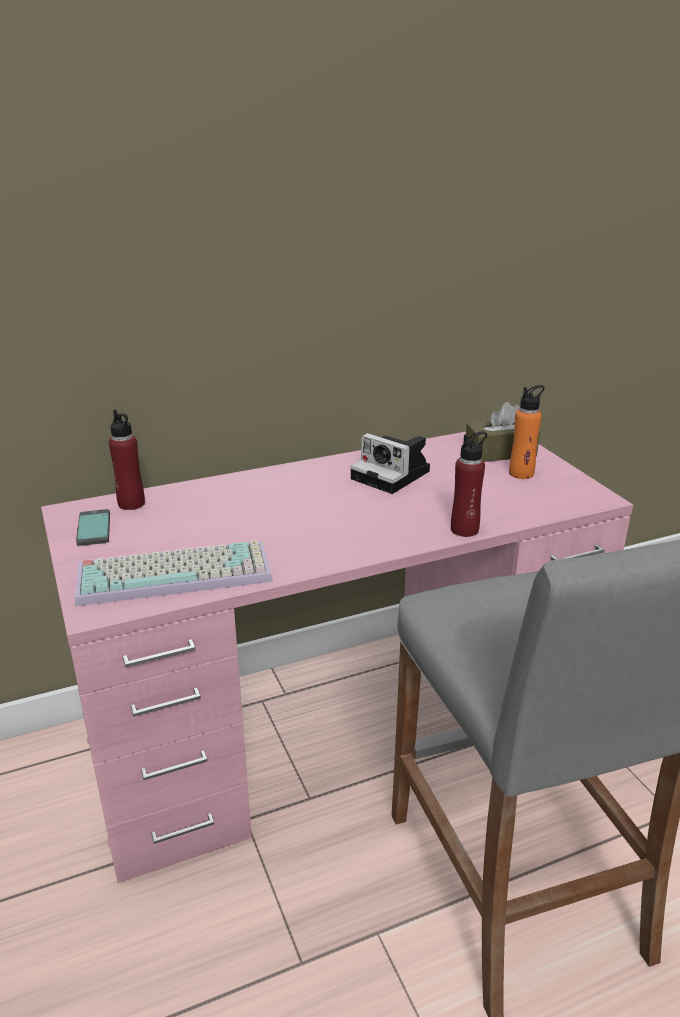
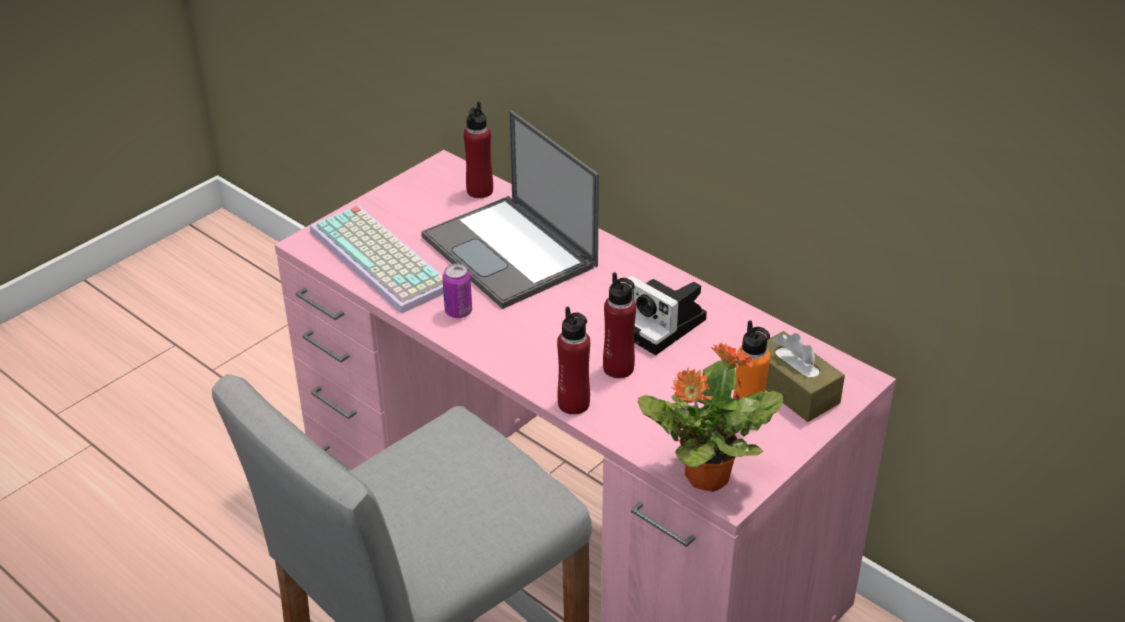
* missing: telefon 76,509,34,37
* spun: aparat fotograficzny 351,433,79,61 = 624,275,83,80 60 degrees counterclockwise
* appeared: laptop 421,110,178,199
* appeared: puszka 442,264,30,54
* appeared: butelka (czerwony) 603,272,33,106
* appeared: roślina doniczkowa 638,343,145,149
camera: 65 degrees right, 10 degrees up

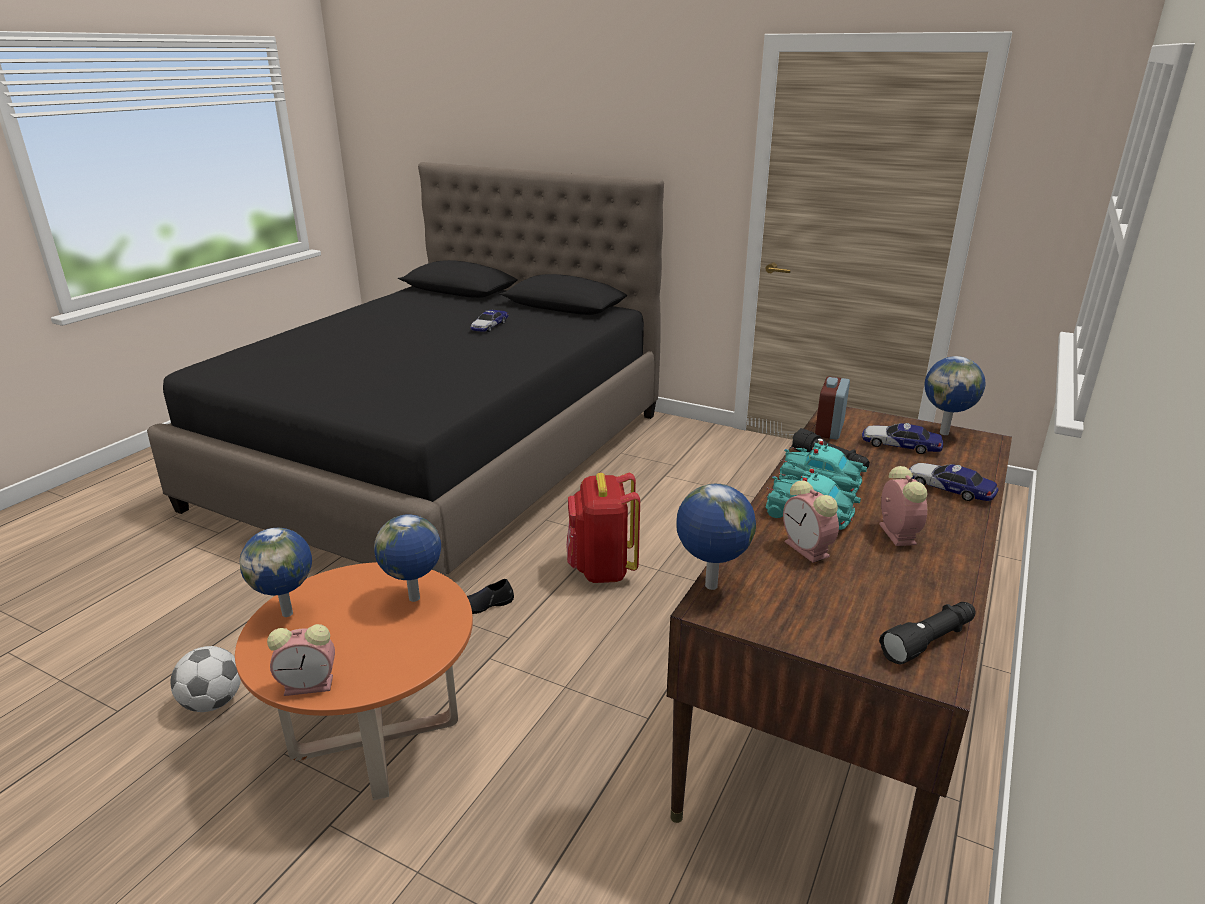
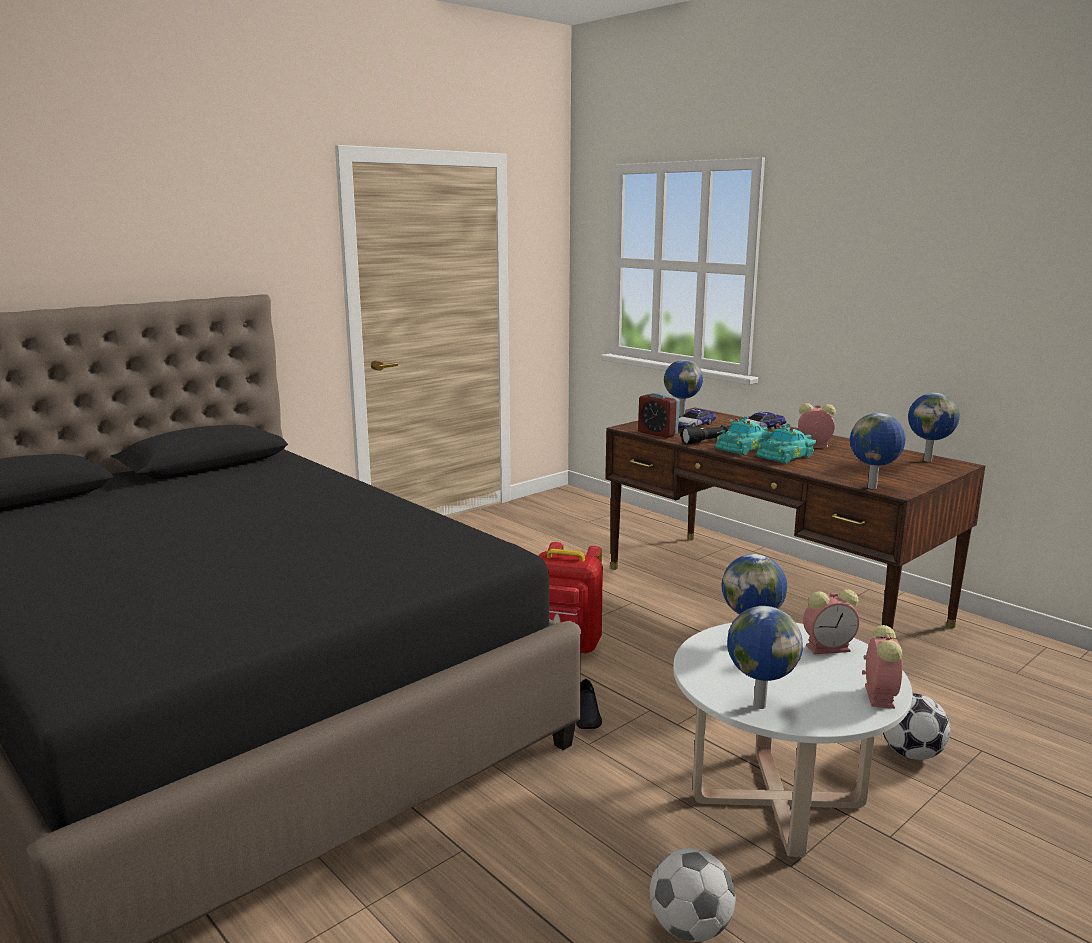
* colour: ława (pomarańczowy) 235,562,238,239 to ława (biały) 673,623,239,234
* missing: samochodzik 470,310,39,22
* relocated: budzik 783,481,56,82 to 803,590,56,65
* exchanged: latarka (czarny) 879,602,96,63 to globus 908,393,52,69
* appeared: piłka futbolowa 883,693,67,67
camera: 70 degrees left, 10 degrees down

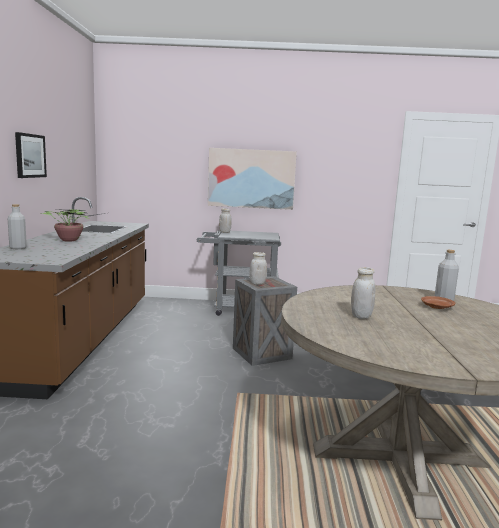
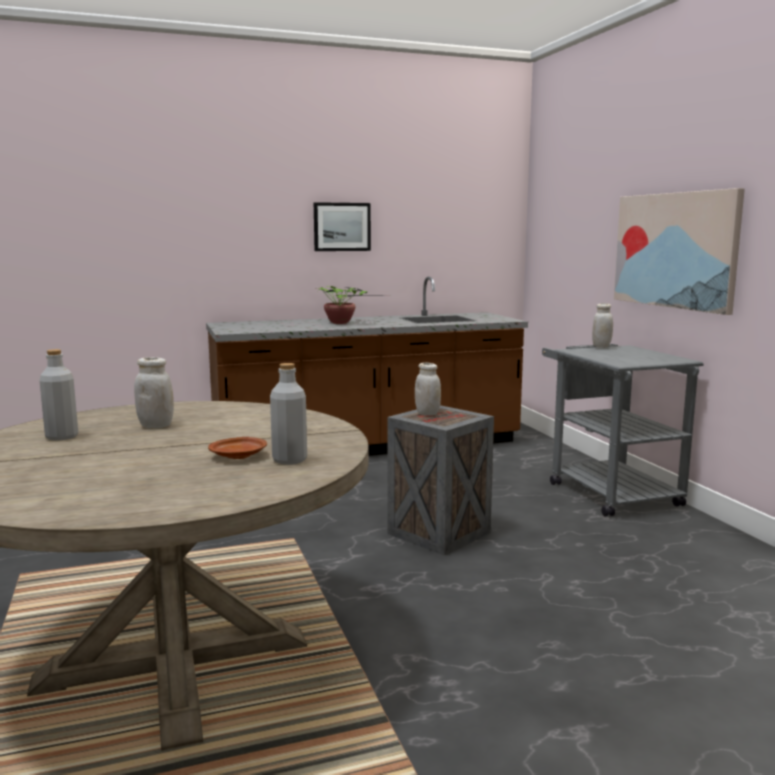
* relocated: butelka (szary) 8,204,19,45 to 40,349,38,92
camera: 70 degrees right, 0 degrees up

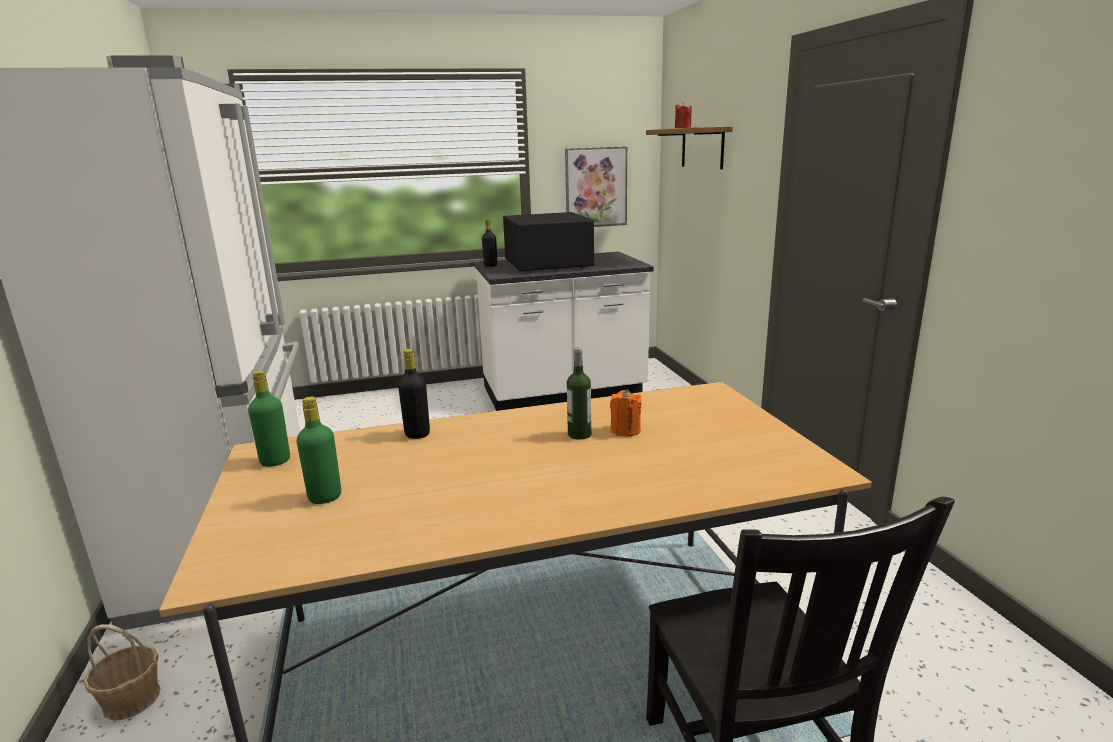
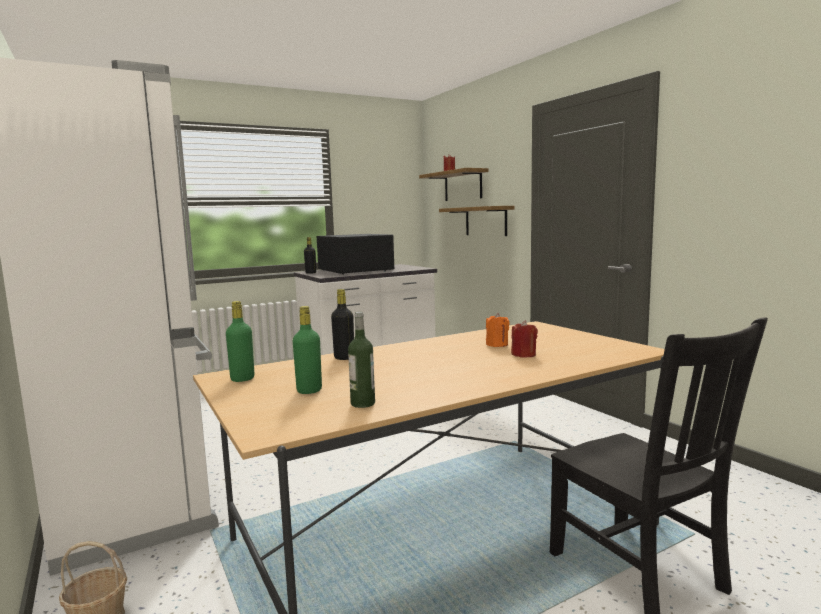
* missing: obraz 565,147,62,80
* relocated: butelka 567,348,24,92 to 348,312,27,96
* appeared: półka 439,206,76,30
* appeared: świeca (czerwony) 511,320,27,38
camera: 15 degrees left, 10 degrees down

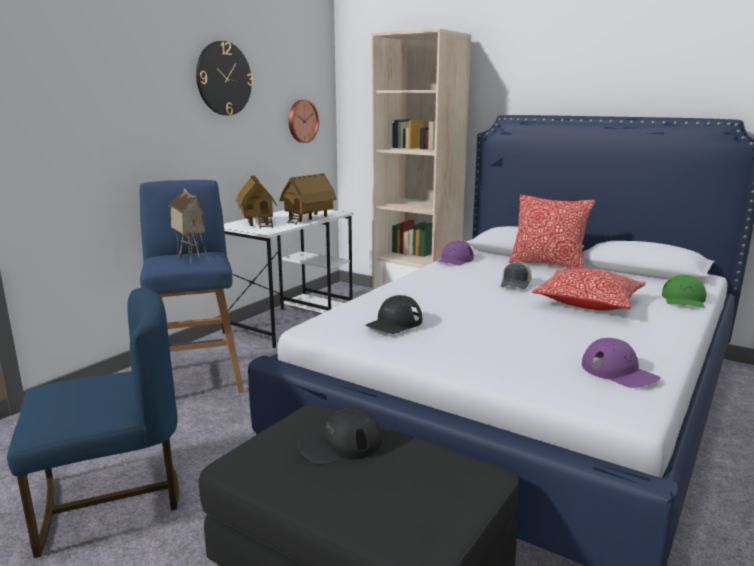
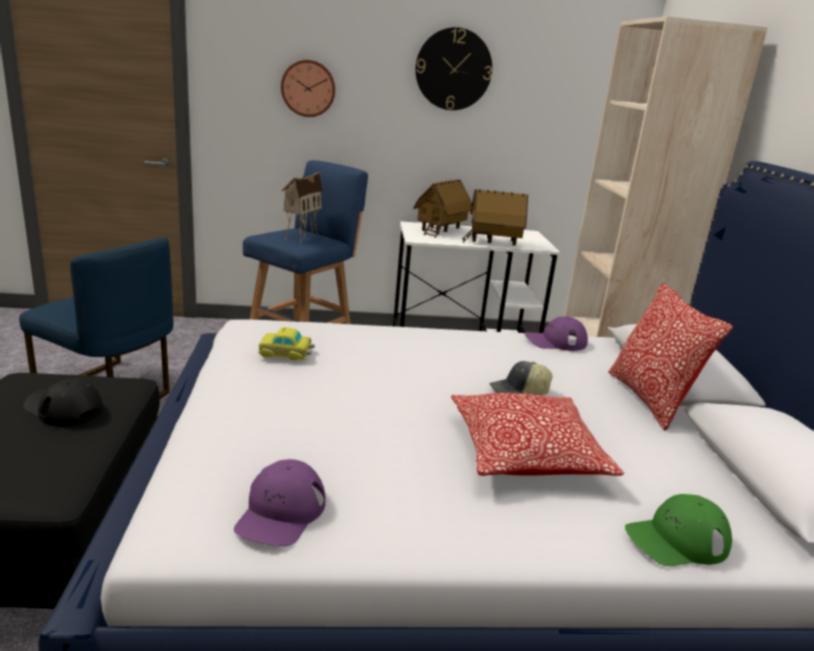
* relocated: zegar ścienny 288,100,31,43 to 281,60,54,57
* exchanged: czapka z daszkiem (czarny) 365,295,57,39 to samochodzik 258,327,57,33
camera: 50 degrees right, 5 degrees up

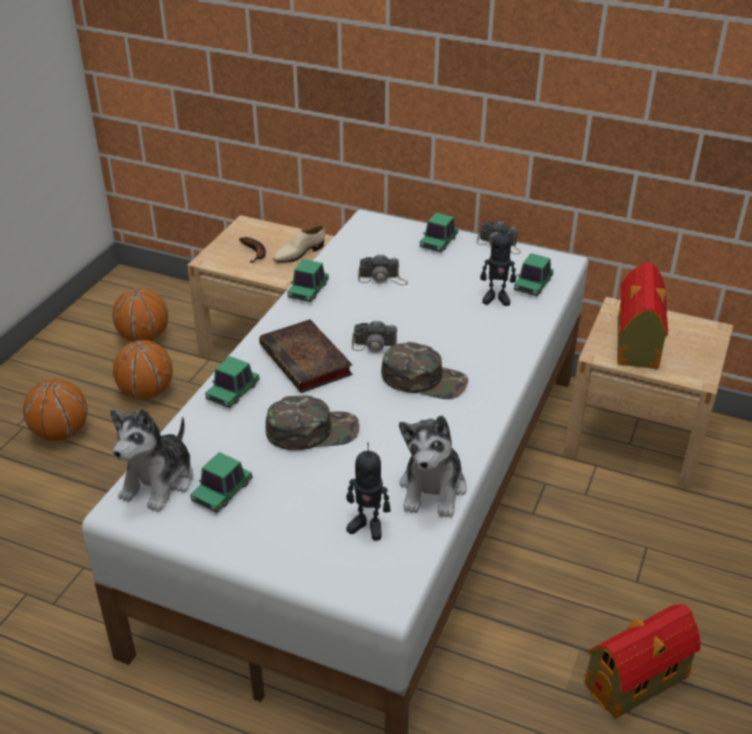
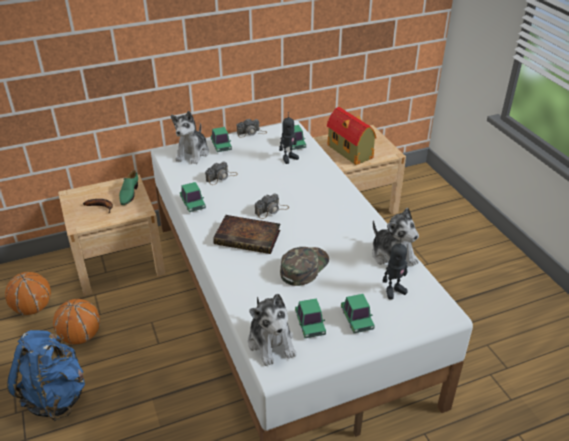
* exchanged: piłka do koszykówki 23,379,64,62 to plecak (niebieski) 7,330,78,92
* relocated: samochodzik 205,356,55,52 to 341,294,34,39
* colour: but (beżowy) 273,225,52,38 to but (zielony) 119,170,19,35
* missing: czapka z daszkiem (zielony) 381,342,87,57
* missing: domek 584,604,117,115
* appeared: pluszak 171,111,38,53
camera: 45 degrees left, 0 degrees up

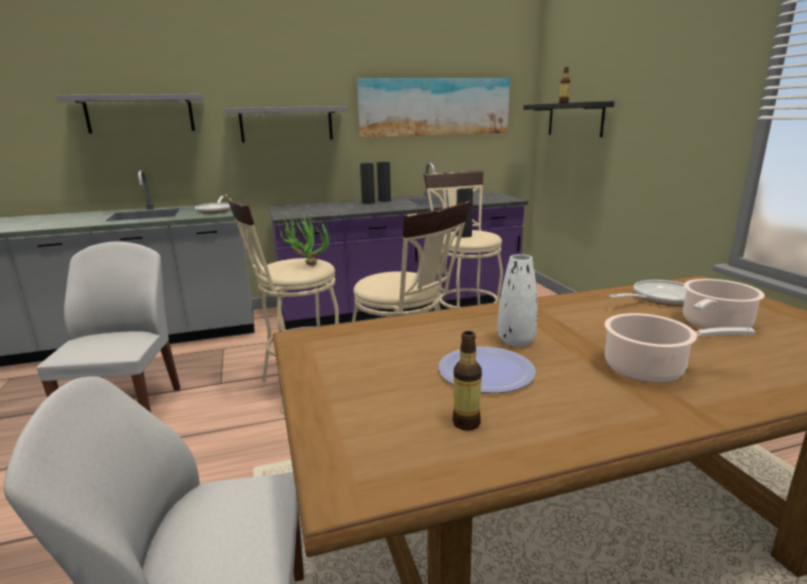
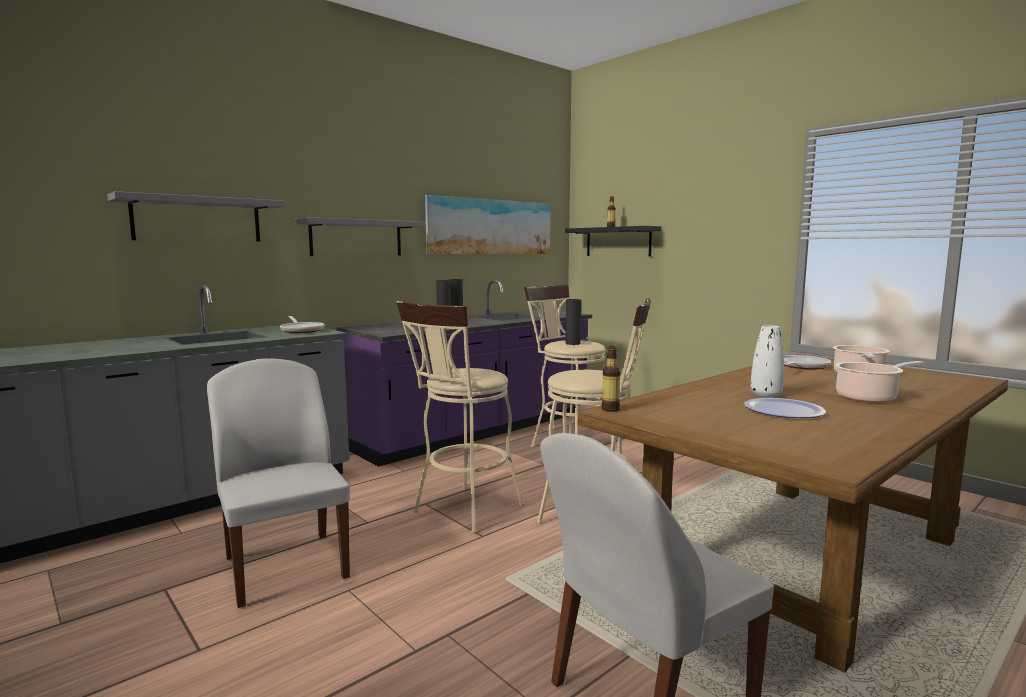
* missing: roślina doniczkowa 278,213,52,53
* relocated: butelka 453,331,29,100 to 602,346,19,66
camera: 25 degrees left, 10 degrees down

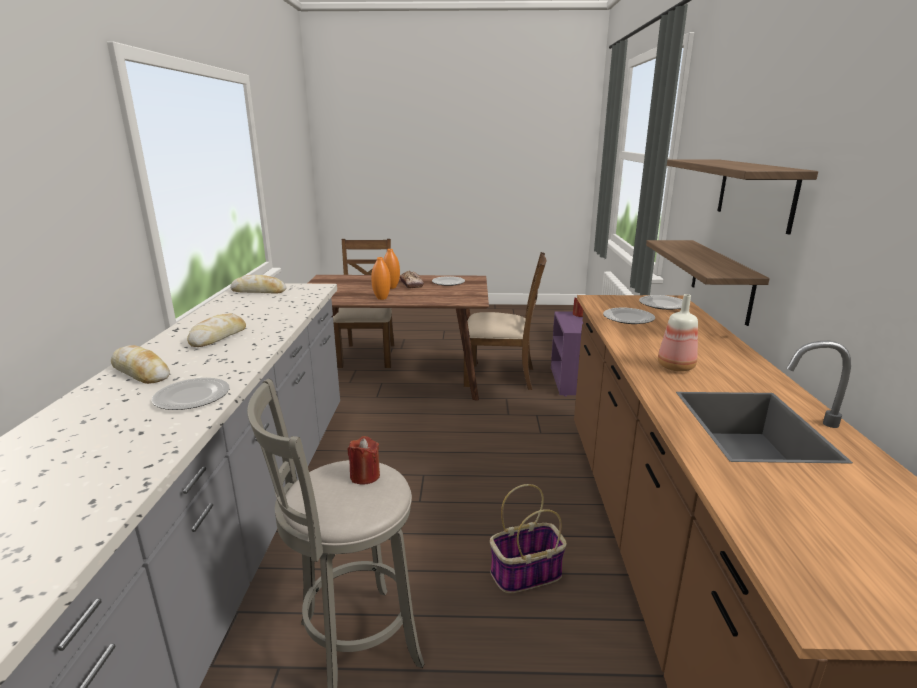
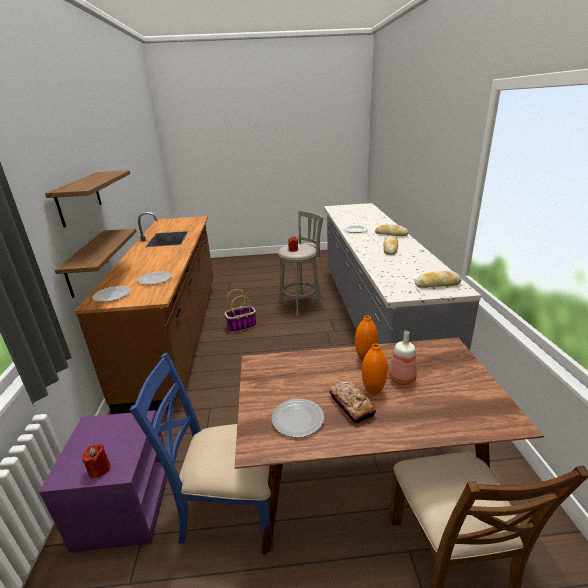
* colour: krzesło (brązowy) 464,252,83,138 to krzesło (niebieski) 130,352,144,197
* relocated: butelka 658,294,40,78 to 389,331,28,54
camera: 175 degrees right, 5 degrees up

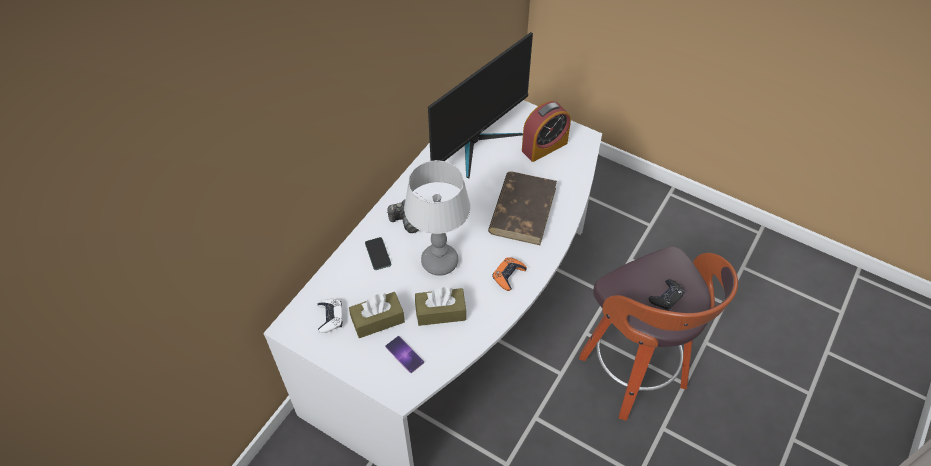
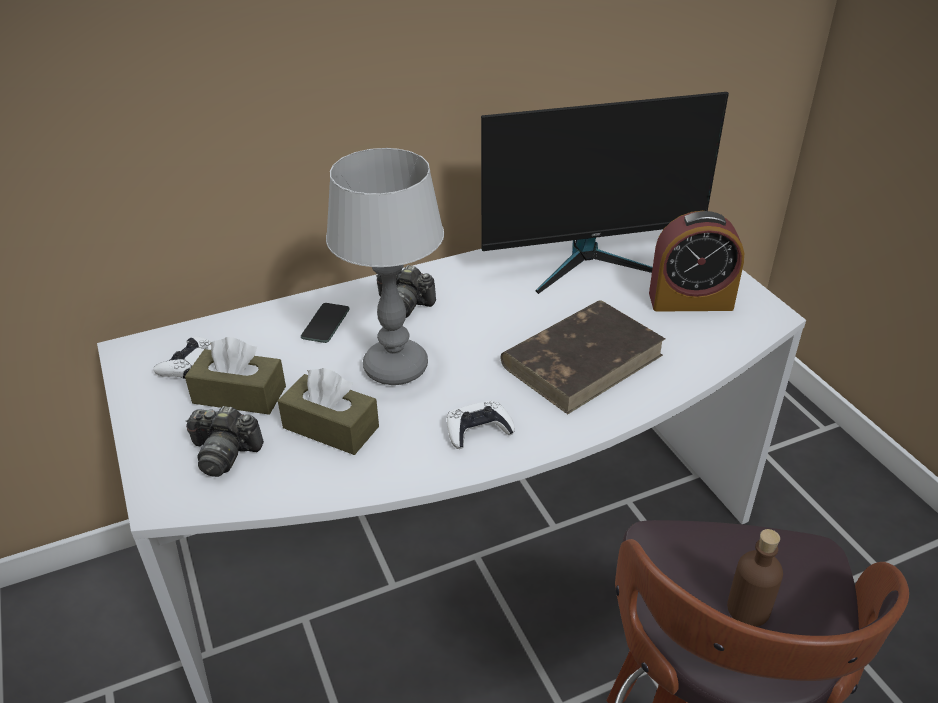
* exchanged: telefon 385,336,39,37 to aparat fotograficzny 186,406,78,71
* colour: pad do gier (pomarańczowy) 492,257,35,34 to pad do gier (biały) 447,400,68,49
* exchanged: pad do gier (czarny) 649,279,36,32 to butelka (brązowy) 727,529,56,98
camera: 35 degrees right, 15 degrees down

